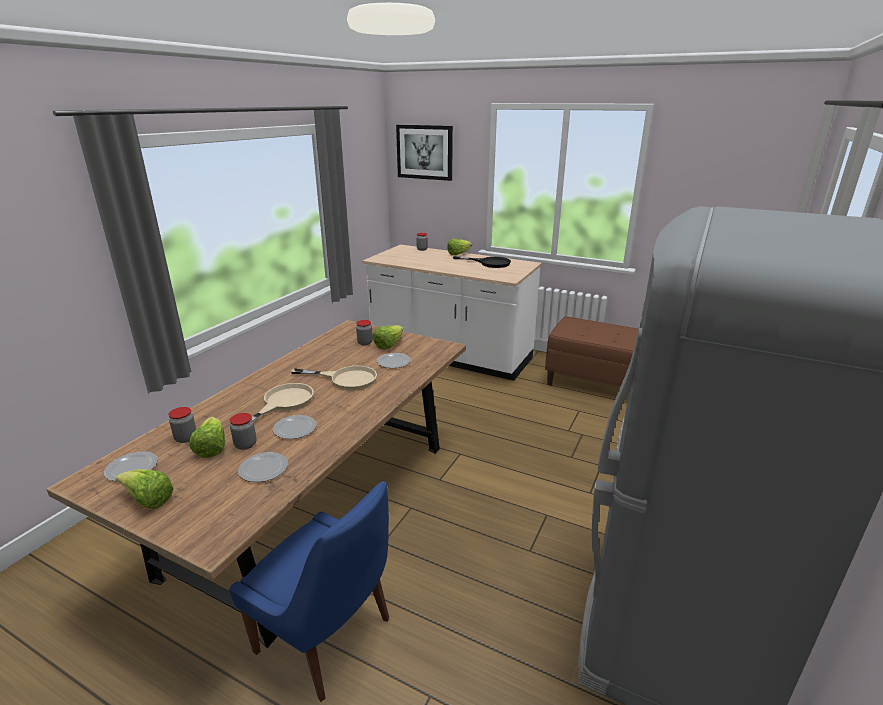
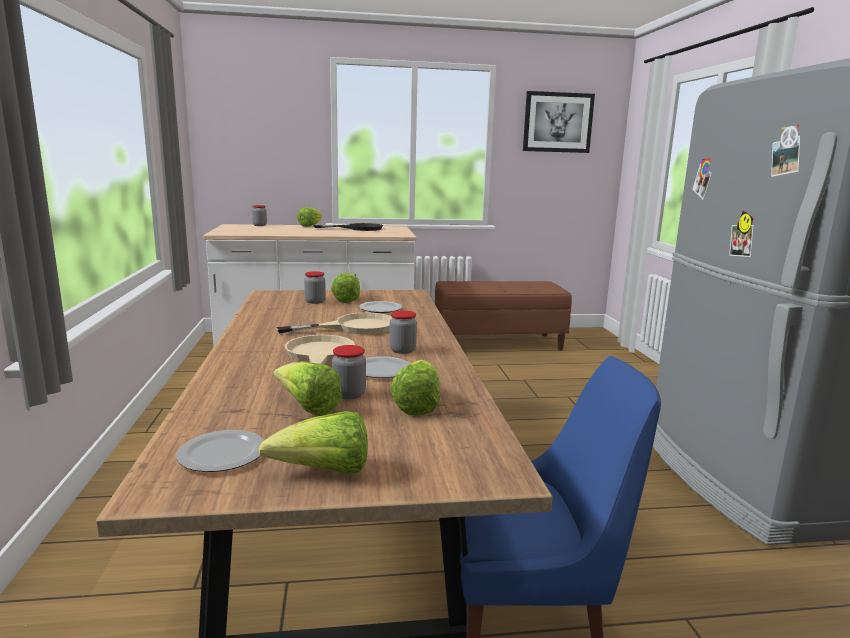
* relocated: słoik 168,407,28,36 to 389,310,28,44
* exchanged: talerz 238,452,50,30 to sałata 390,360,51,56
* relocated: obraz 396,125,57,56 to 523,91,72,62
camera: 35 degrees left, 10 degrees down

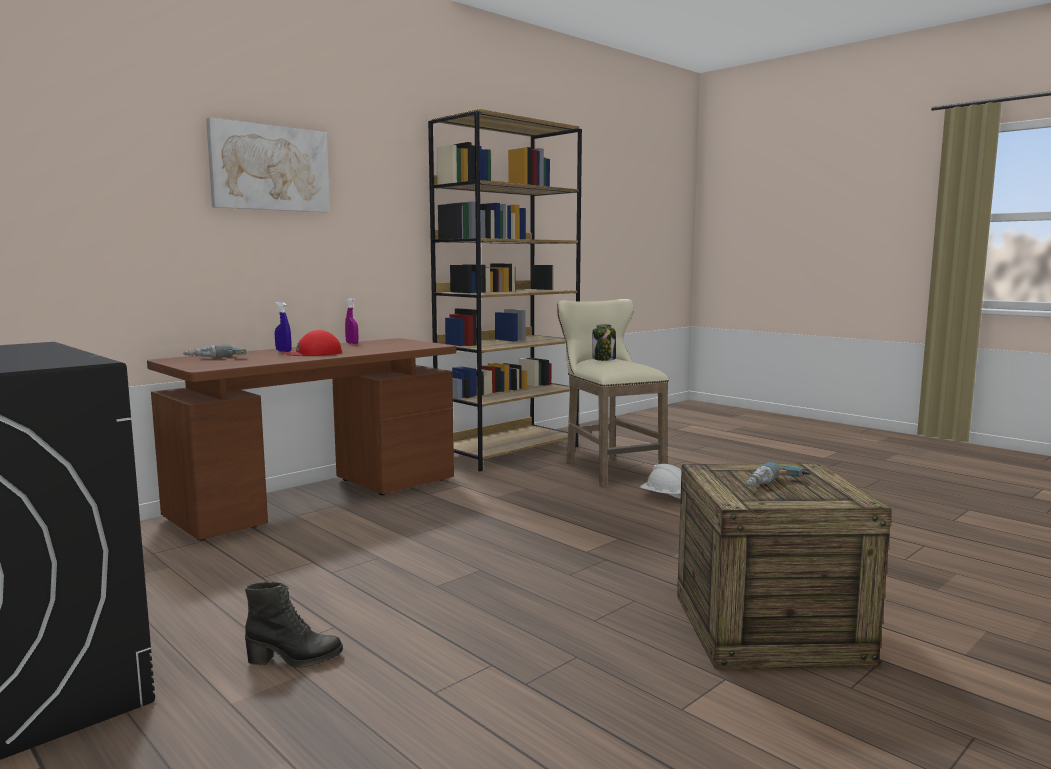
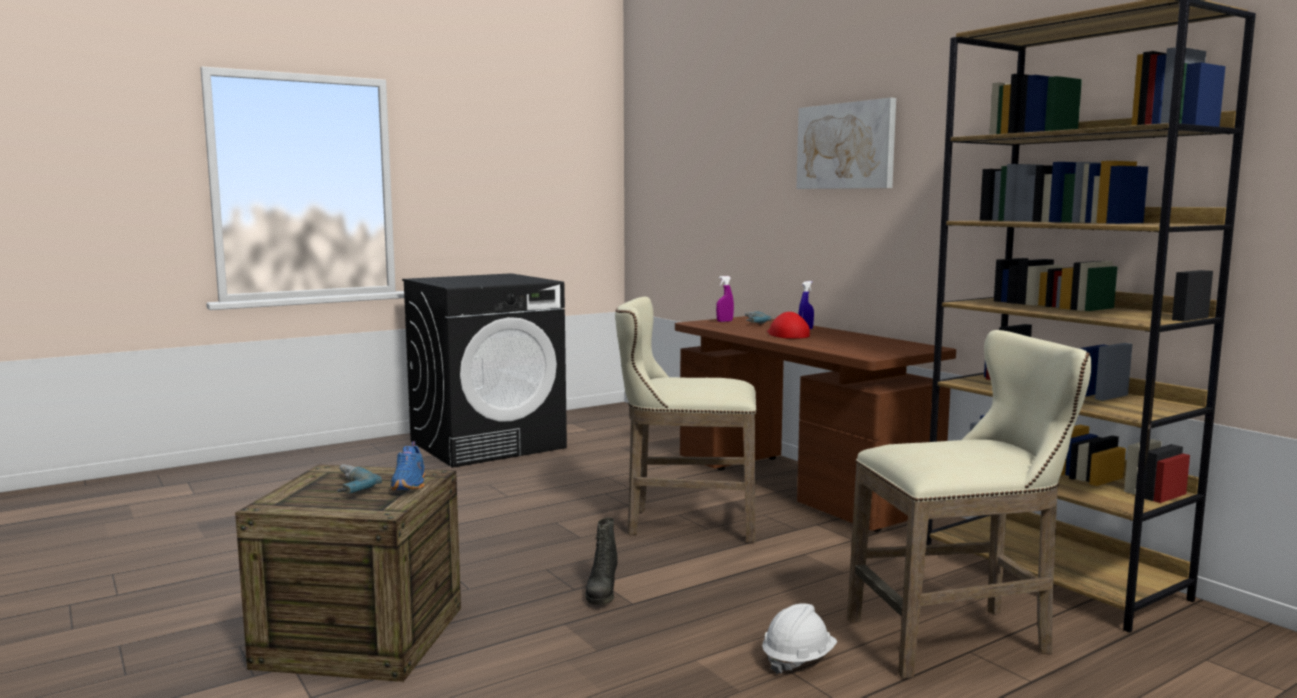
* relocated: but z cholewką (czarny) 245,581,98,87 to 586,518,32,87
* relocated: spryskiwacz (fioletowy) 345,298,13,46 to 716,276,18,46
* missing: słoik 592,324,24,37
* appeared: but (niebieski) 391,441,34,49
* appeared: stołek (beżowy) 615,297,141,246
camera: 100 degrees right, 0 degrees up

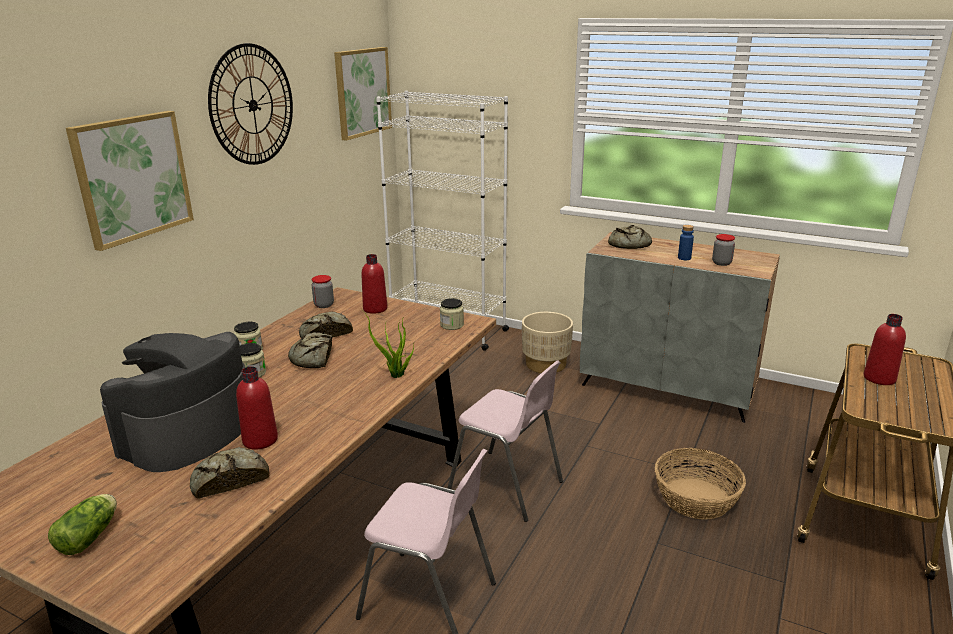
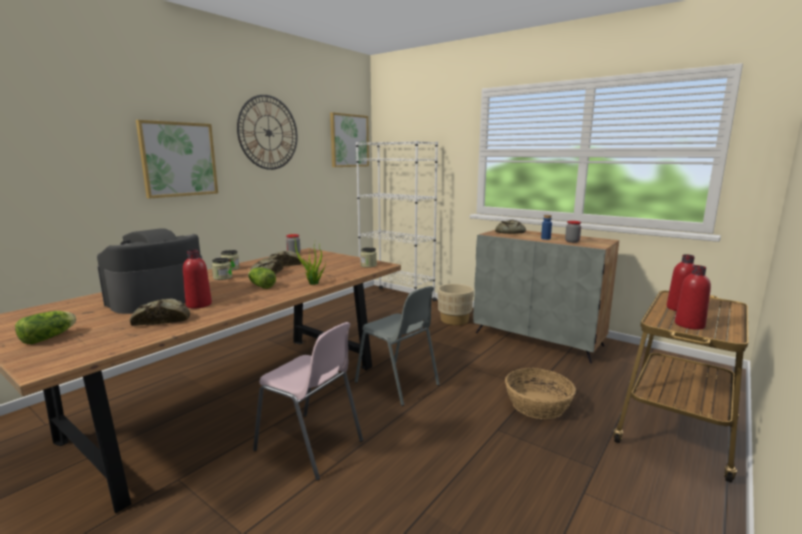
* relocated: butelka (czerwony) 361,254,26,60 to 675,265,36,65
* colour: krzesło (różowy) 448,360,115,162 to krzesło (szary) 355,286,85,120
* appeared: sałata 248,267,28,22
camera: 10 degrees right, 10 degrees down

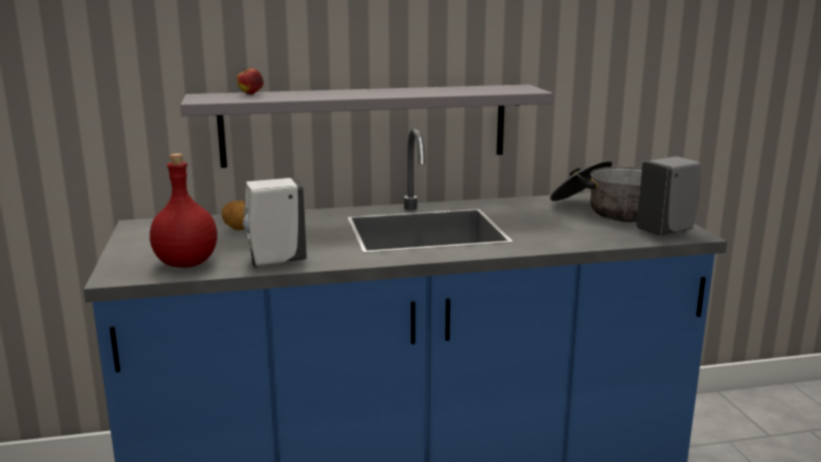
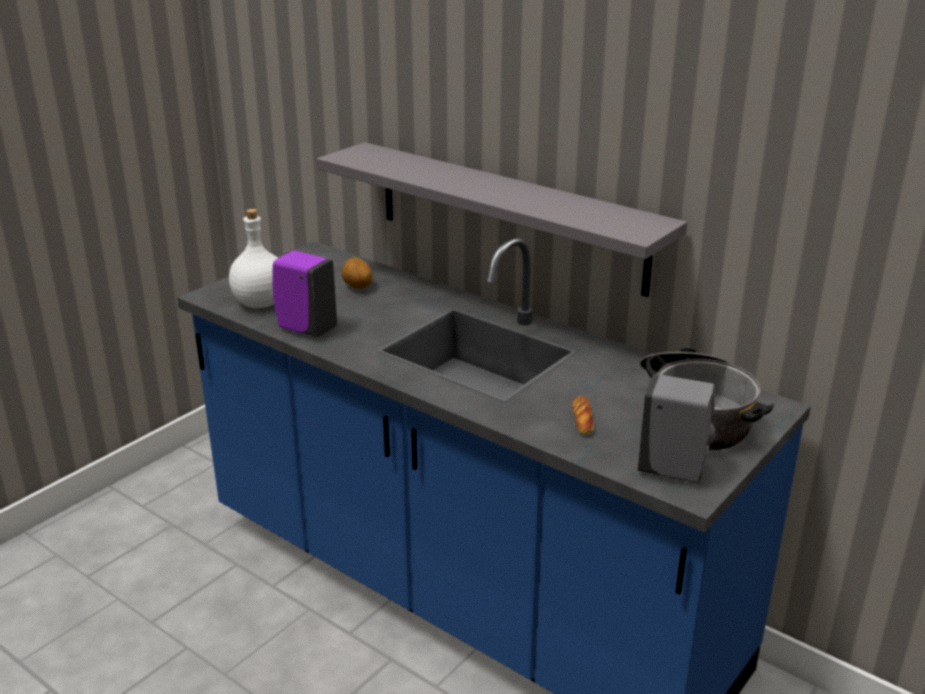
* colour: butelka (czerwony) 150,153,67,114 to butelka (biały) 229,209,49,99
* missing: jabłko 237,68,27,26
* colour: dozownik mydła (biały) 243,178,64,89 to dozownik mydła (fioletowy) 272,250,65,87
* appeared: chleb 572,396,22,39
camera: 50 degrees right, 10 degrees up

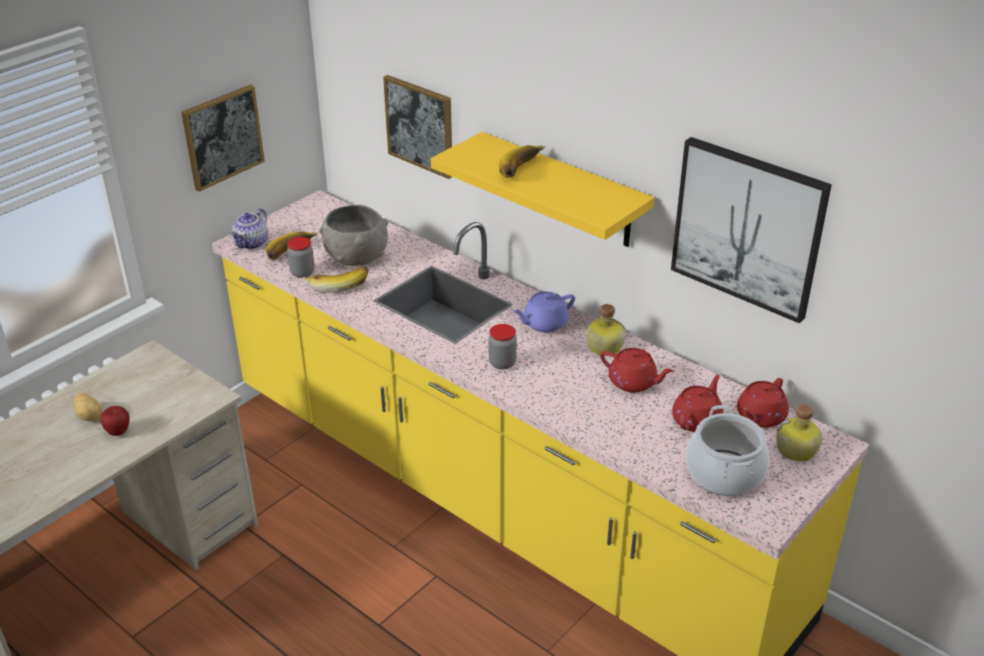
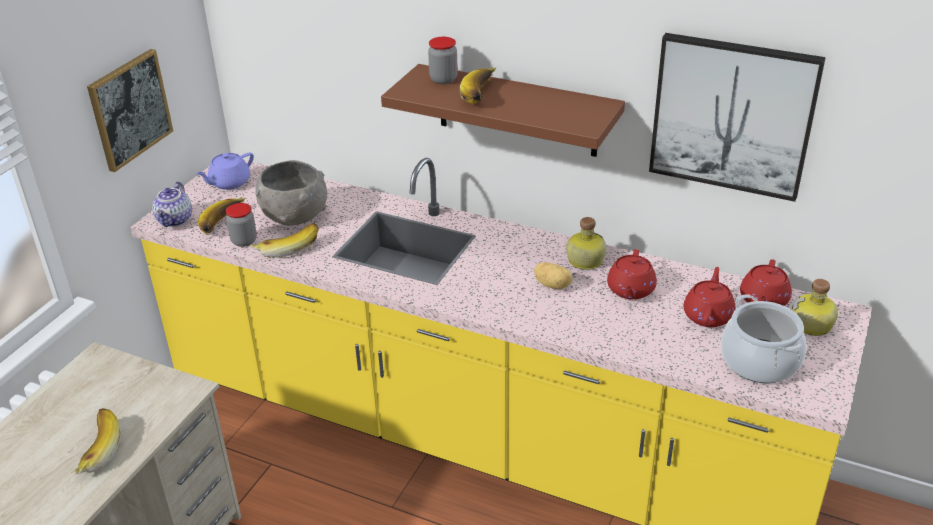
* relocated: ziemniak 74,393,28,28 to 534,262,39,27
* exchanged: jabłko 100,406,29,30 to banan 71,408,49,66
* missing: obraz 383,75,69,104
* colour: półka (żółty) 431,132,223,115 to półka (brązowy) 381,64,244,93
* relocated: słoik 489,324,28,45 to 428,37,30,47
* relocated: imbryk (fioletowy) 513,292,62,40 to 196,152,58,38
* spun: imbryk (czerwony) 600,348,73,45 = 607,249,50,51 90 degrees clockwise
camera: 15 degrees left, 0 degrees up

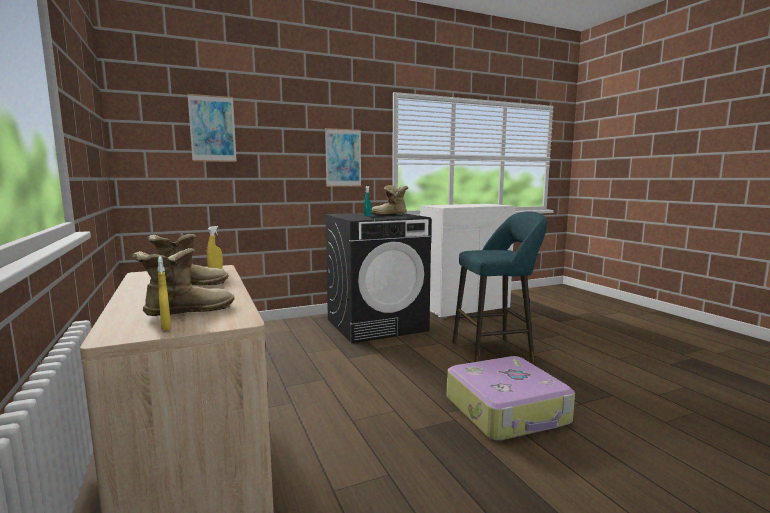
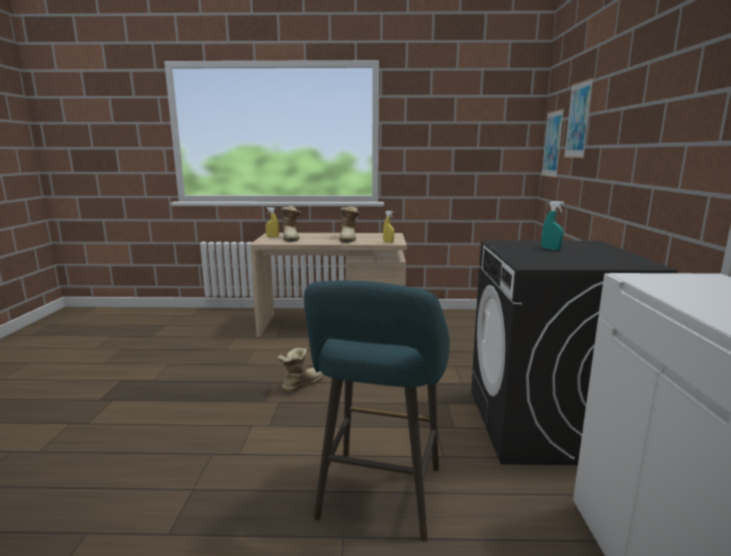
* relocated: obraz 325,128,36,59 to 541,109,23,69
* relocated: but z cholewką 371,185,37,30 to 277,348,47,44
* missing: walizka 447,356,128,85
camera: 115 degrees right, 5 degrees up

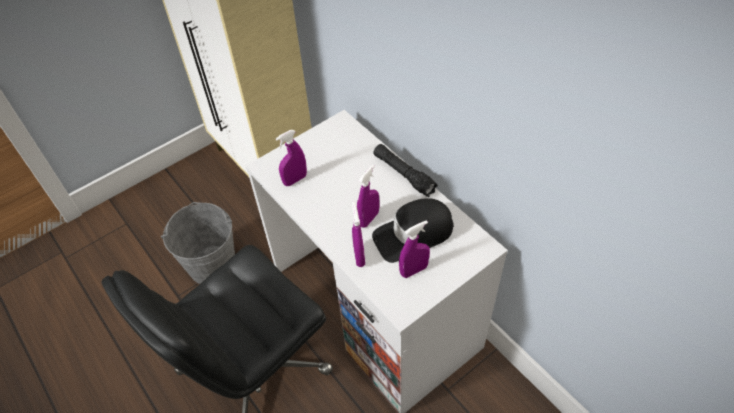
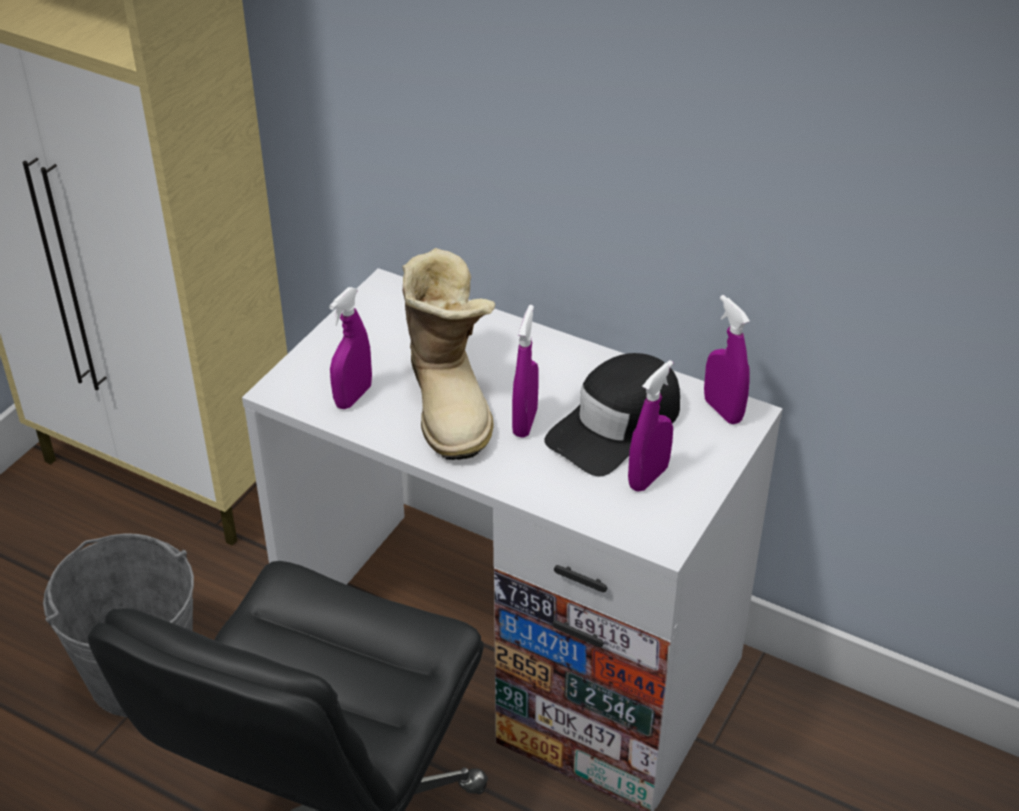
* relocated: spryskiwacz (fioletowy) 352,201,13,66 to 704,295,46,129
* missing: latarka (czarny) 373,144,65,53
* appeared: but z cholewką 402,248,94,212
camera: 25 degrees left, 10 degrees down

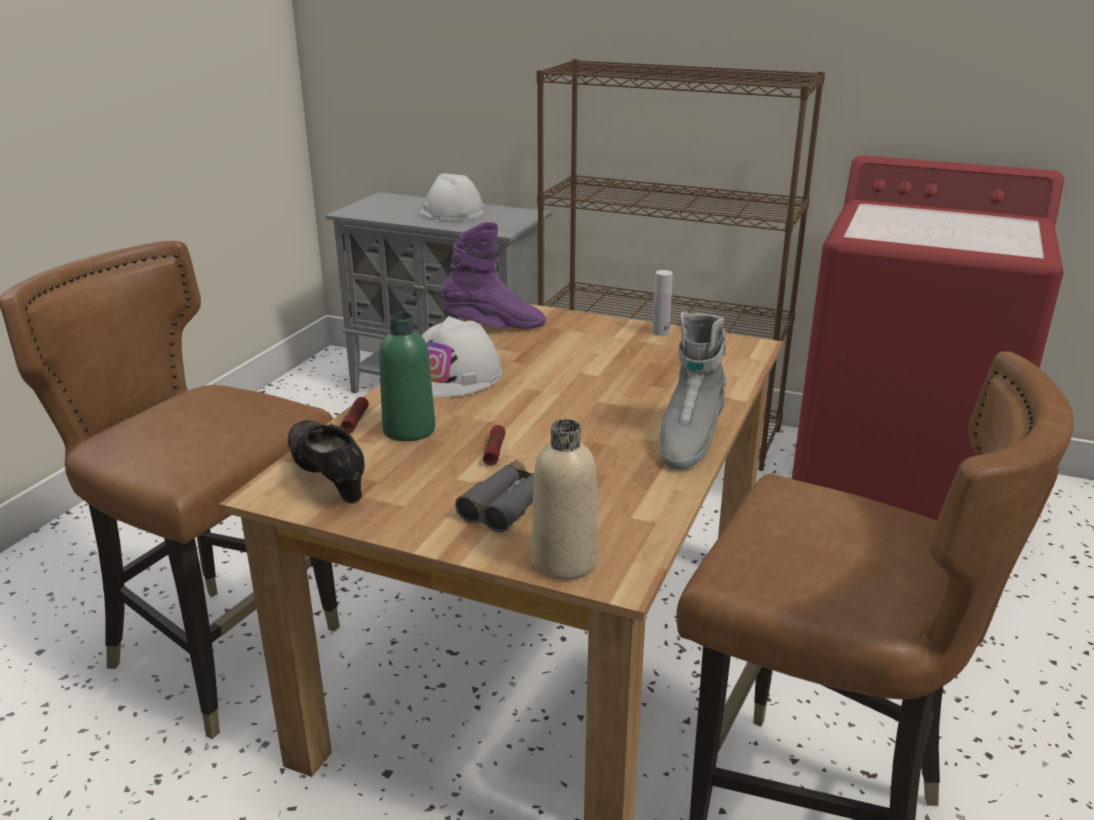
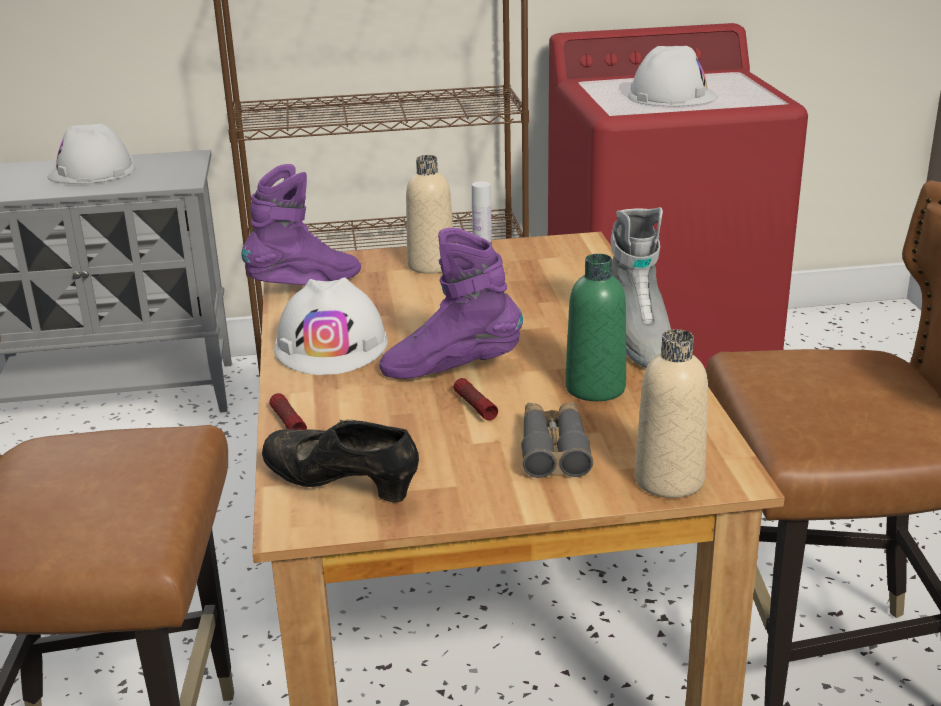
* relocated: butelka (zielony) 379,312,56,129 to 565,254,61,147
* appeared: but z cholewką (fioletowy) 379,228,144,151
* appeared: butelka (beżowy) 406,155,47,119
* appeared: kask (biały) 628,46,90,60
camera: 30 degrees left, 0 degrees up

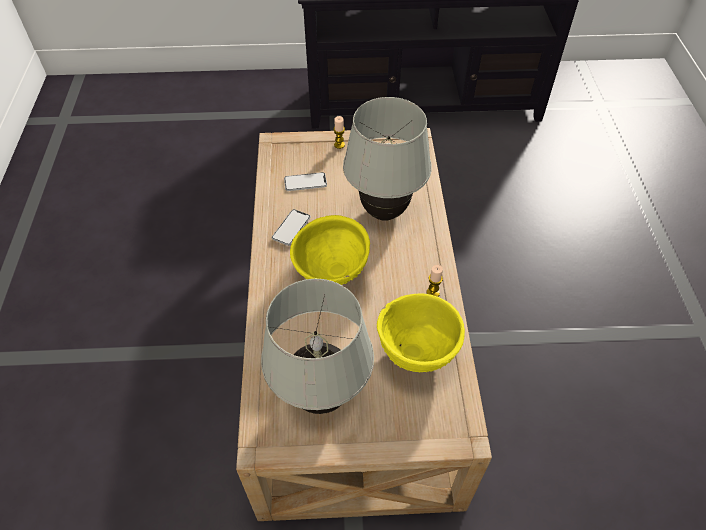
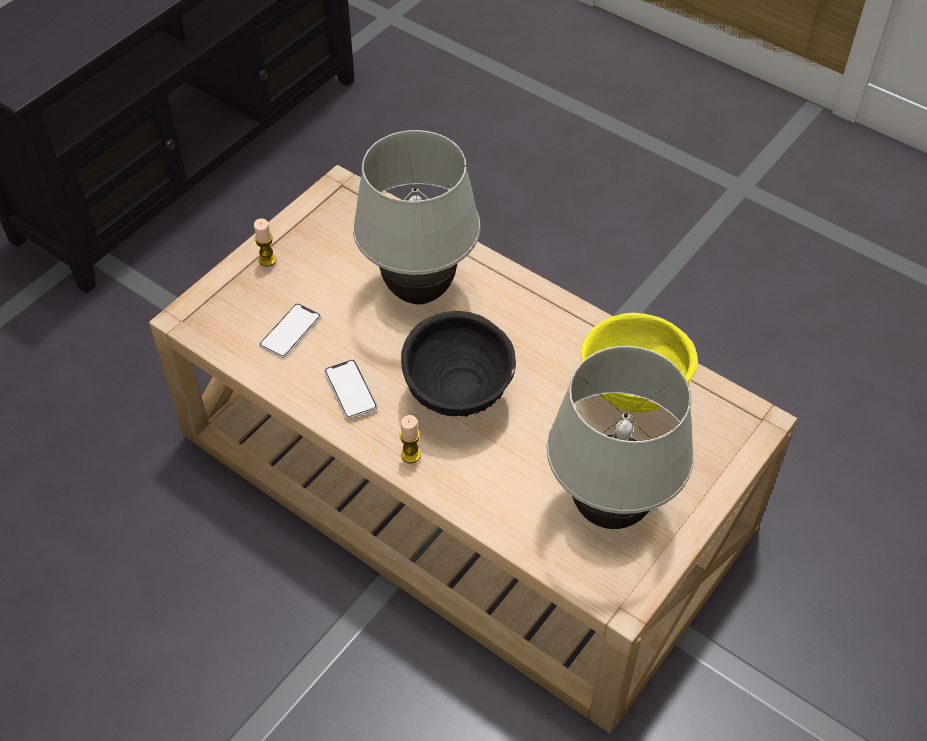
* colour: miska (żółty) 290,215,80,70 to miska (czarny) 401,311,115,106
* relocated: świeca 426,265,17,32 to 399,415,22,48
camera: 50 degrees left, 0 degrees up

